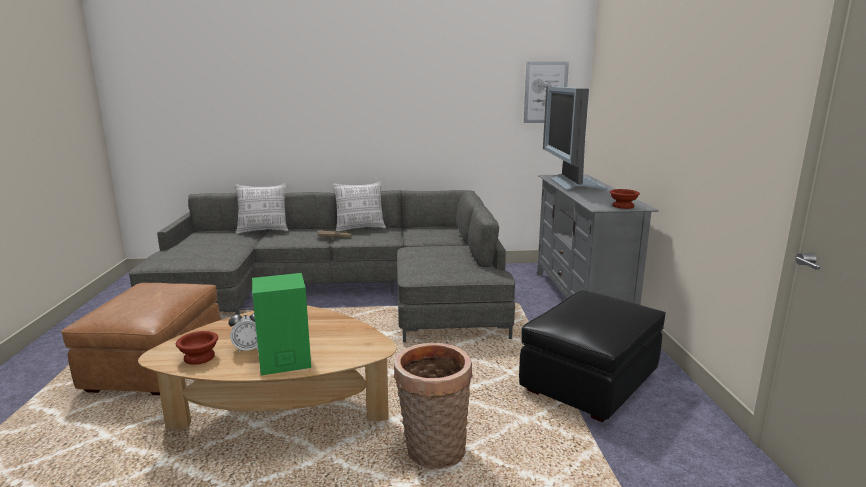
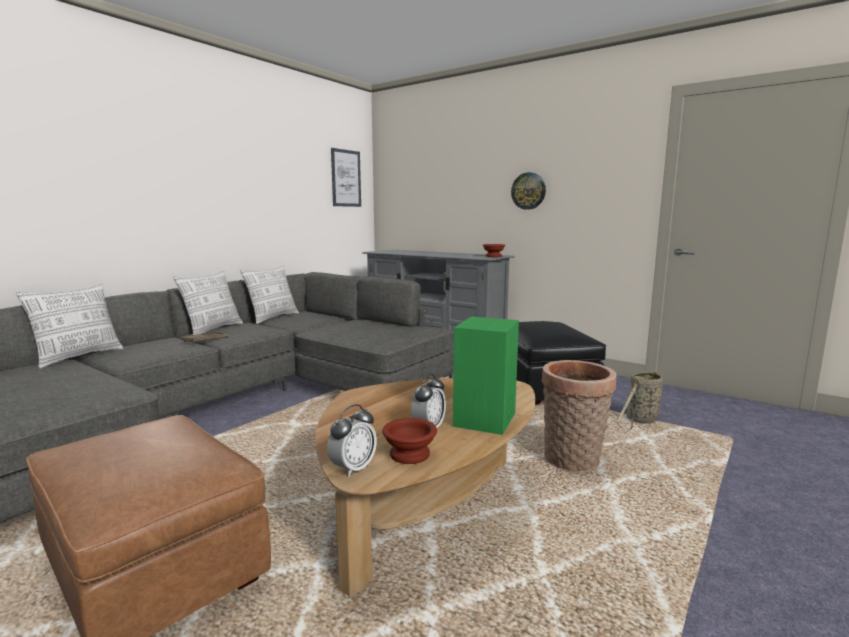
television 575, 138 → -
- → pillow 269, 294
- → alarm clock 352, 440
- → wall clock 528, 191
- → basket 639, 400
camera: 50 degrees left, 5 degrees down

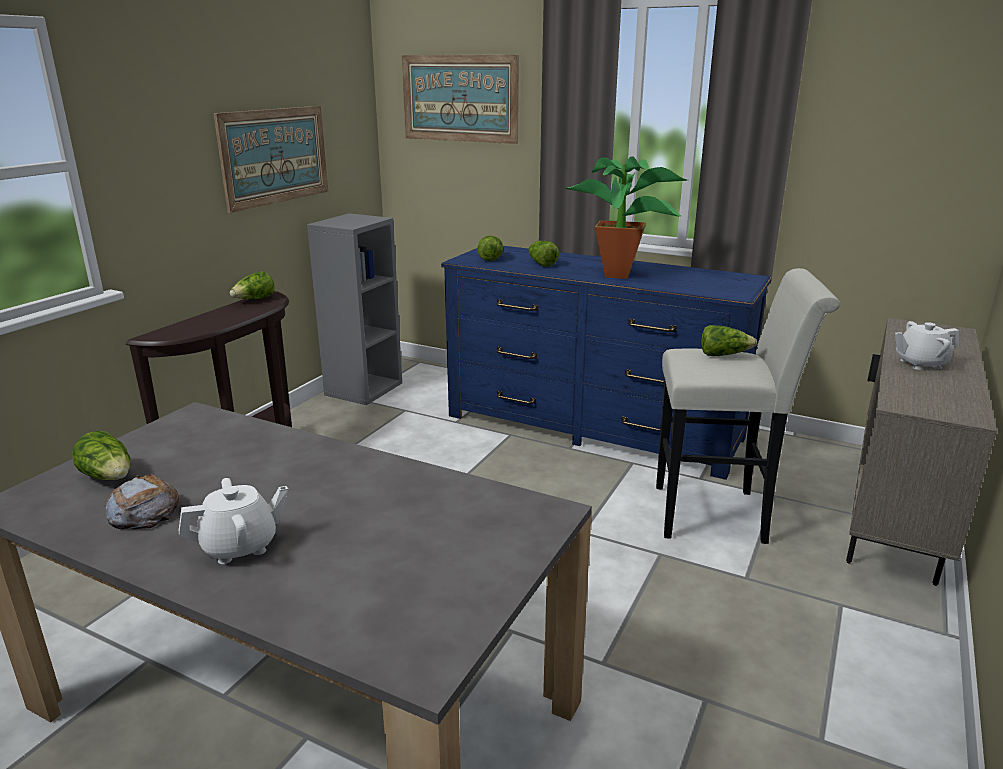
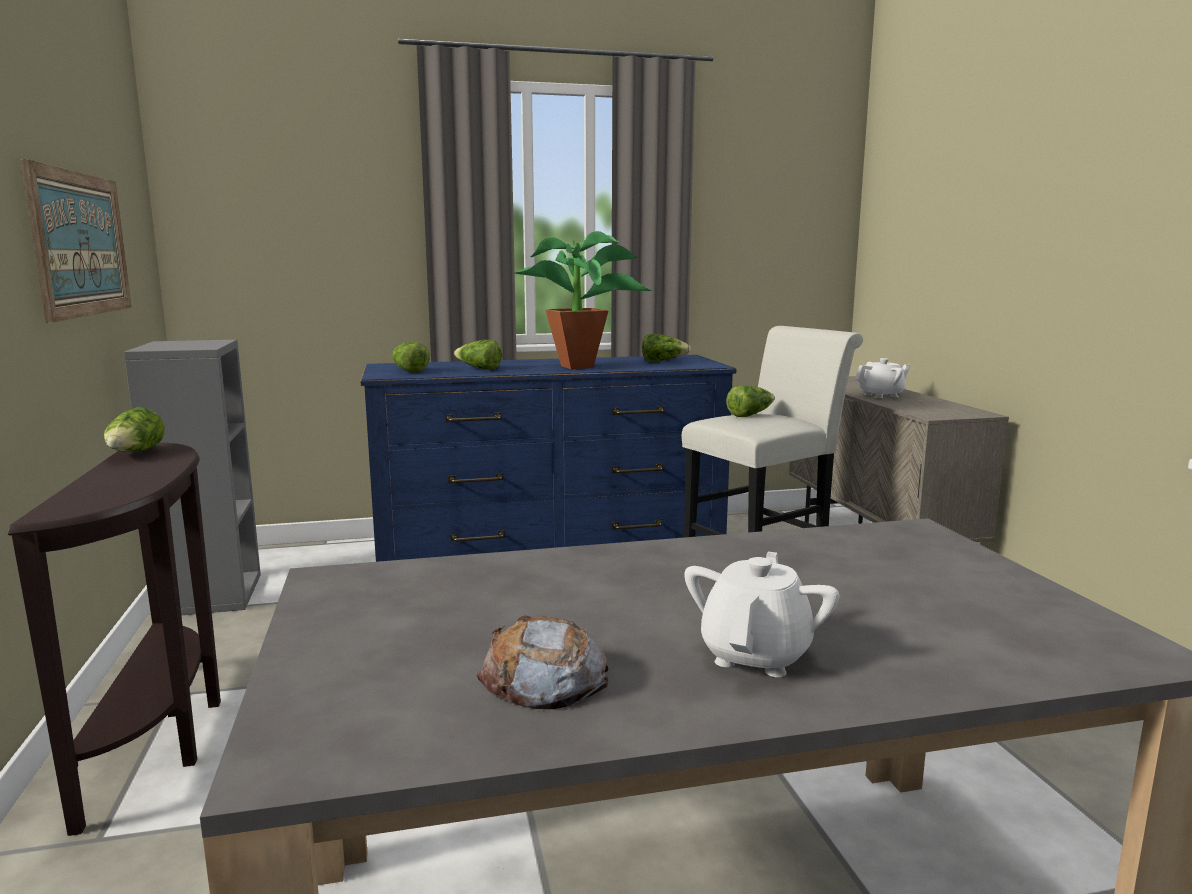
picture 460, 99 → -
lettuce 101, 455 → lettuce 666, 348, move
teapot (white) 927, 345 → teapot (white) 882, 378, 150 degrees counterclockwise
camera: 40 degrees left, 10 degrees down

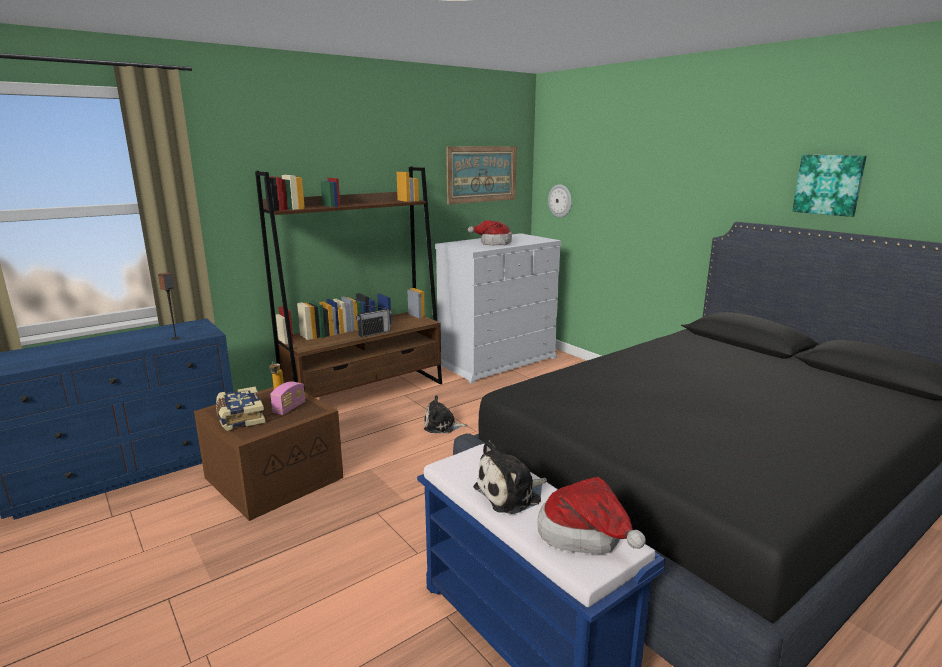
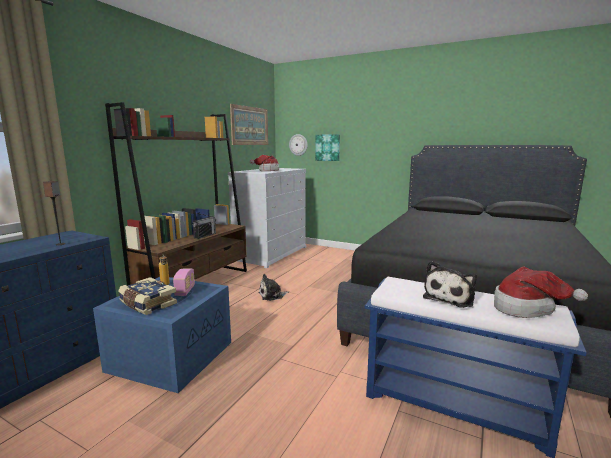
picture 829, 186 → picture 327, 147, move
storage box (brown) 268, 454 → storage box (blue) 162, 335
camera: 25 degrees left, 5 degrees down

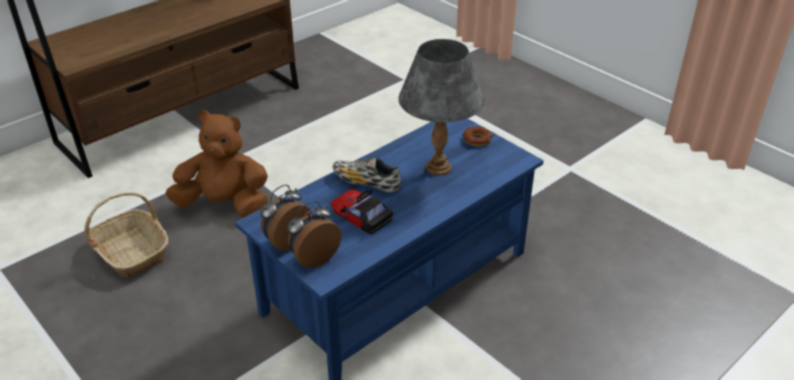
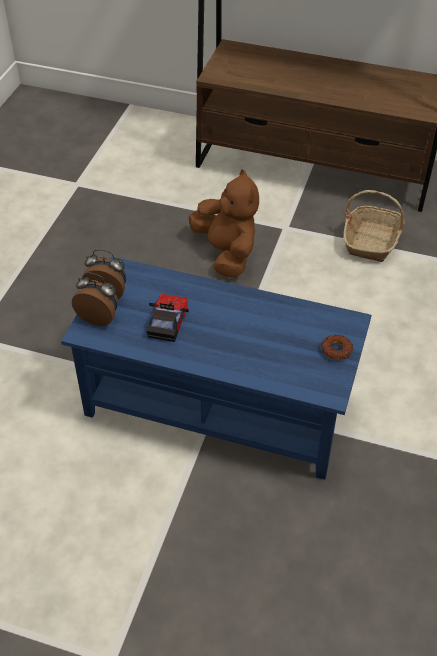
shoe 367, 175 → -
table lamp (grey) 441, 107 → -
basket 127, 235 → basket 374, 226, move
camera: 60 degrees right, 10 degrees up

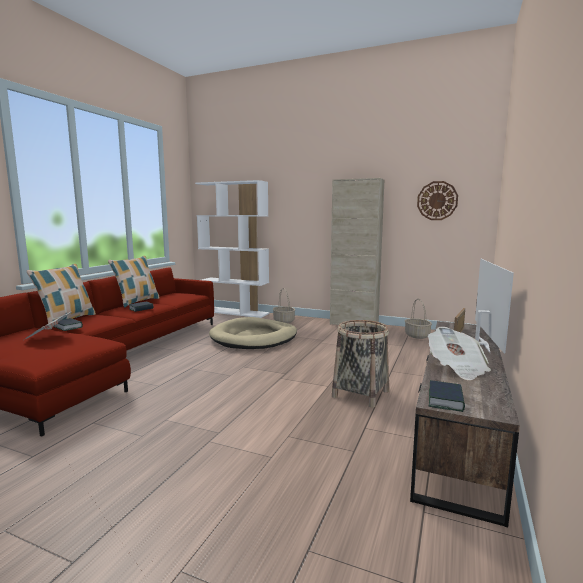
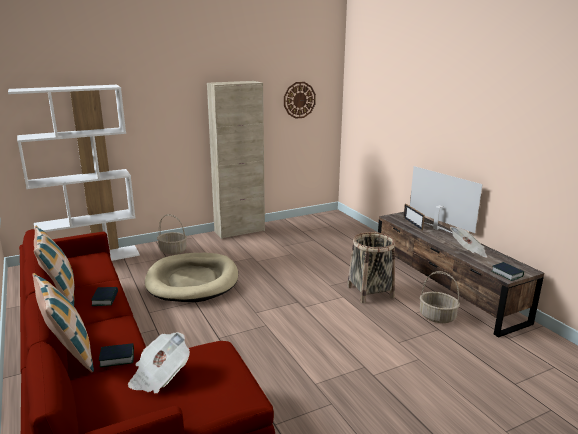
basket 418, 318 → basket 440, 297, move
camera: 50 degrees left, 10 degrees up

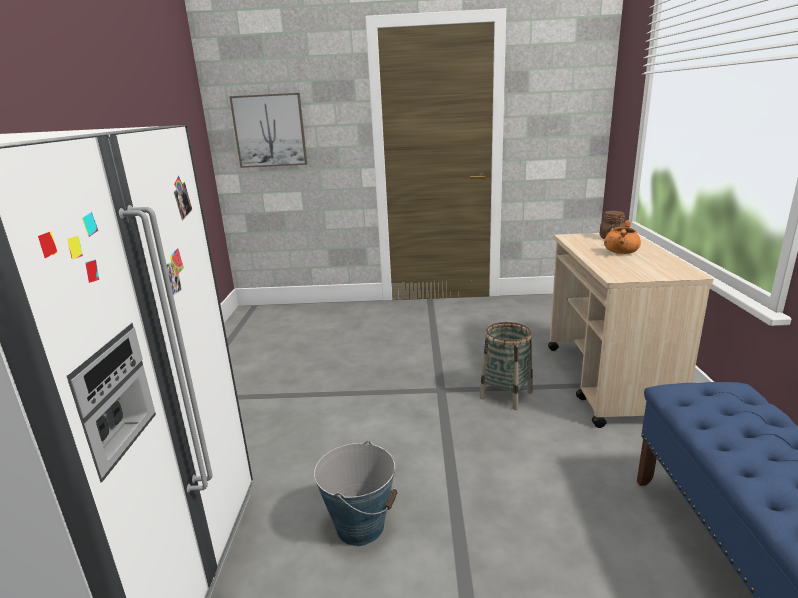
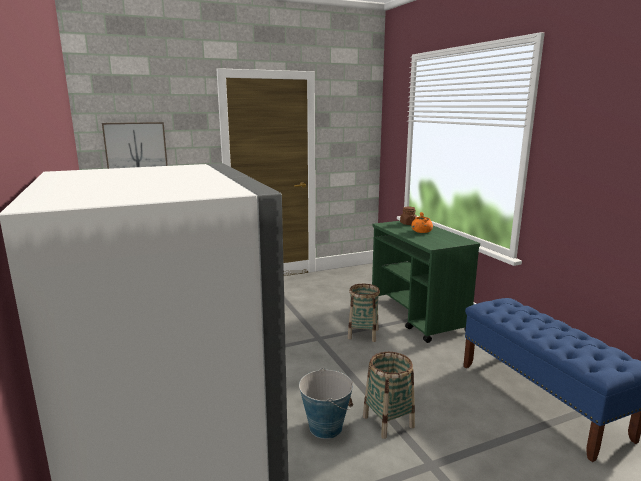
- → basket 389, 395
cart (beige) 631, 330 → cart (green) 426, 282
camera: 25 degrees left, 5 degrees down

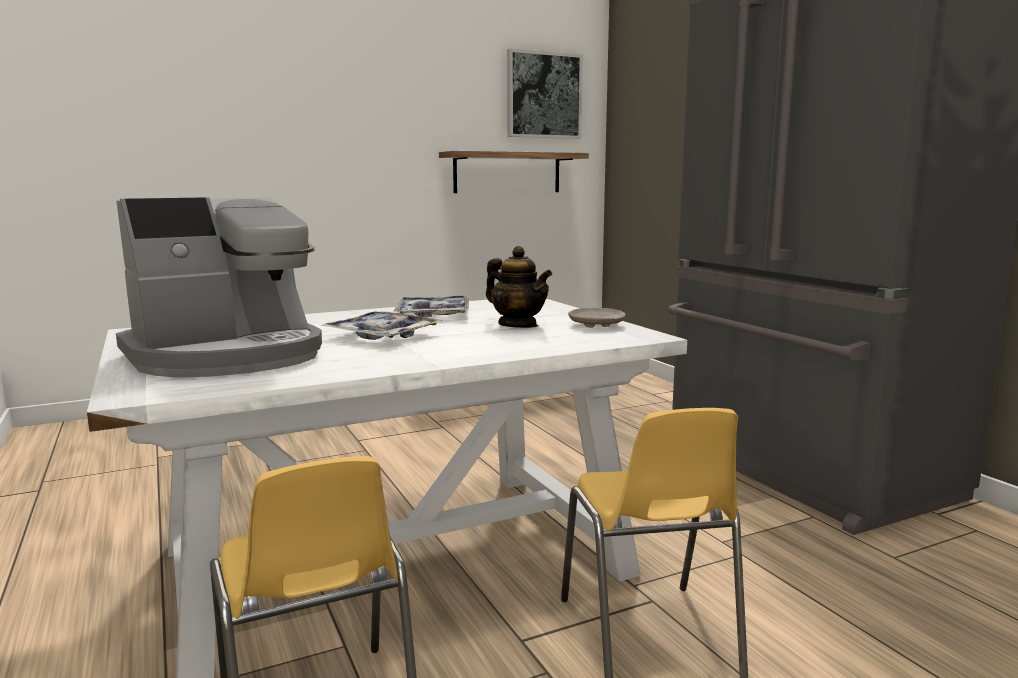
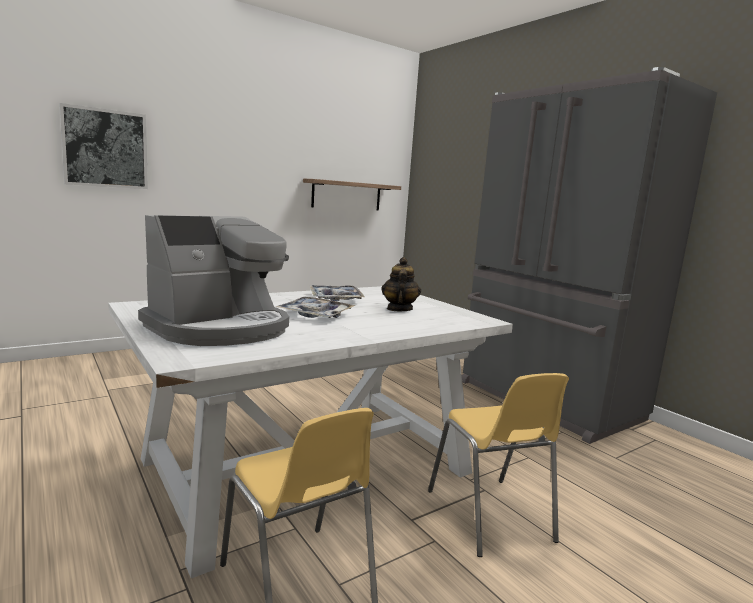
plate (beige) 596, 318 → -
picture 545, 94 → picture 103, 146, move
teapot 519, 287 → teapot 401, 284, 120 degrees counterclockwise
camera: 10 degrees left, 0 degrees up

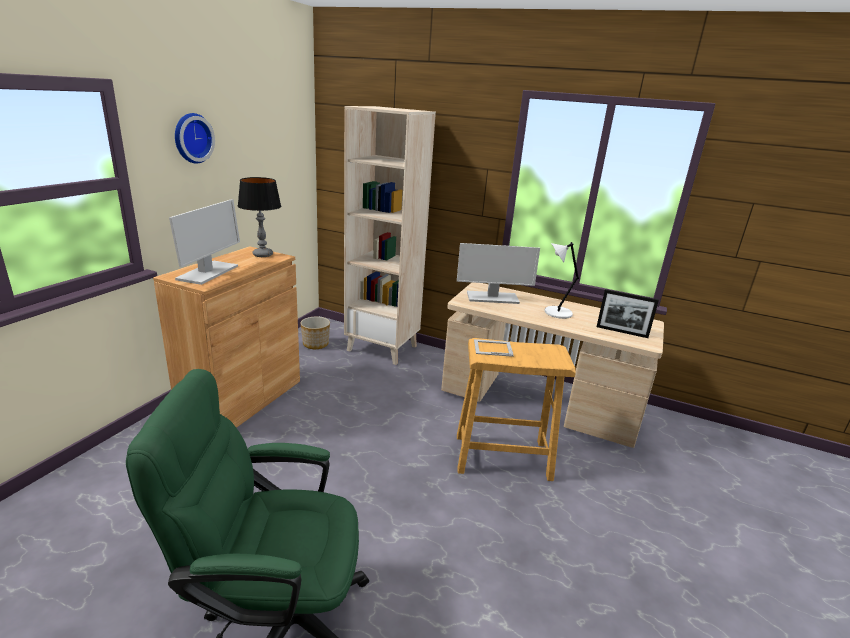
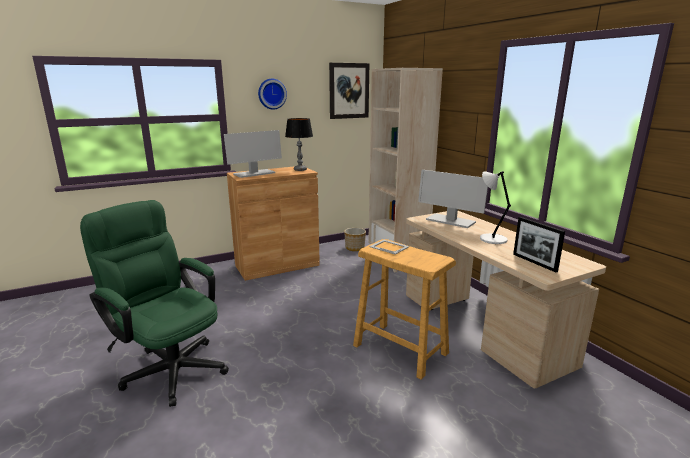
- → picture 349, 91
camera: 40 degrees right, 5 degrees down

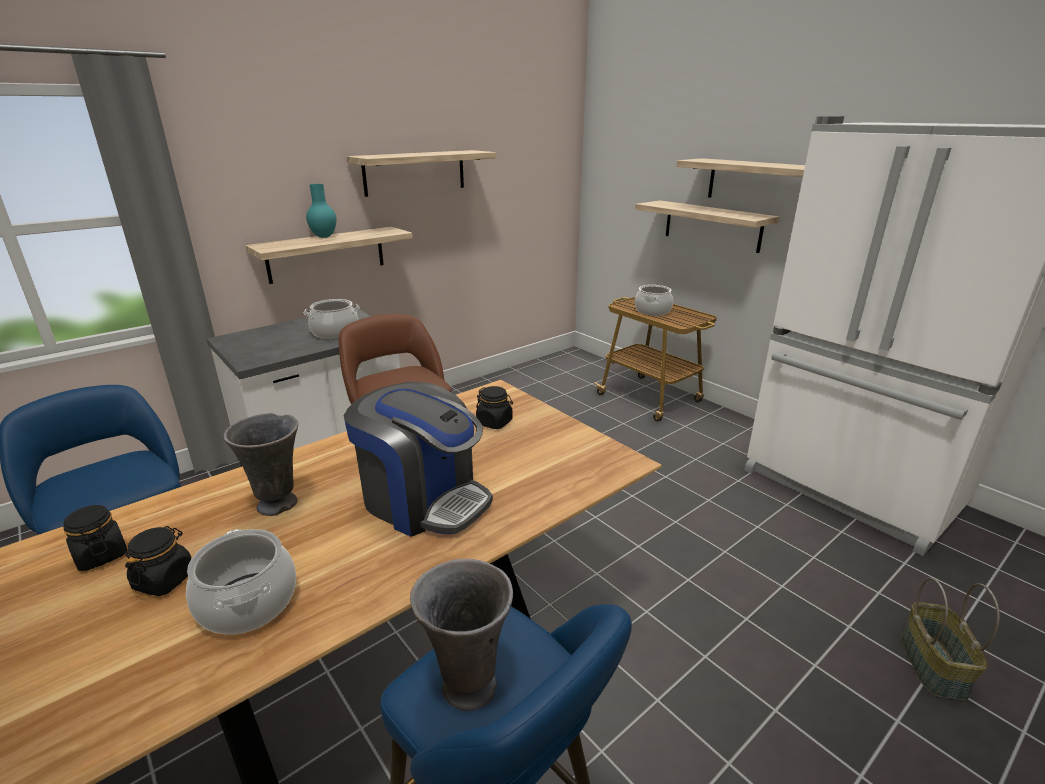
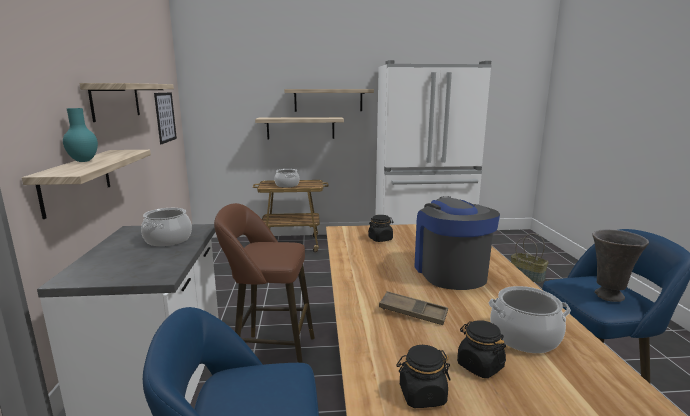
- → picture 165, 118
vase (grey) 261, 464 → tray (brown) 413, 308
coffee machine 418, 459 → coffee machine 457, 243, 75 degrees counterclockwise
camera: 55 degrees left, 10 degrees down

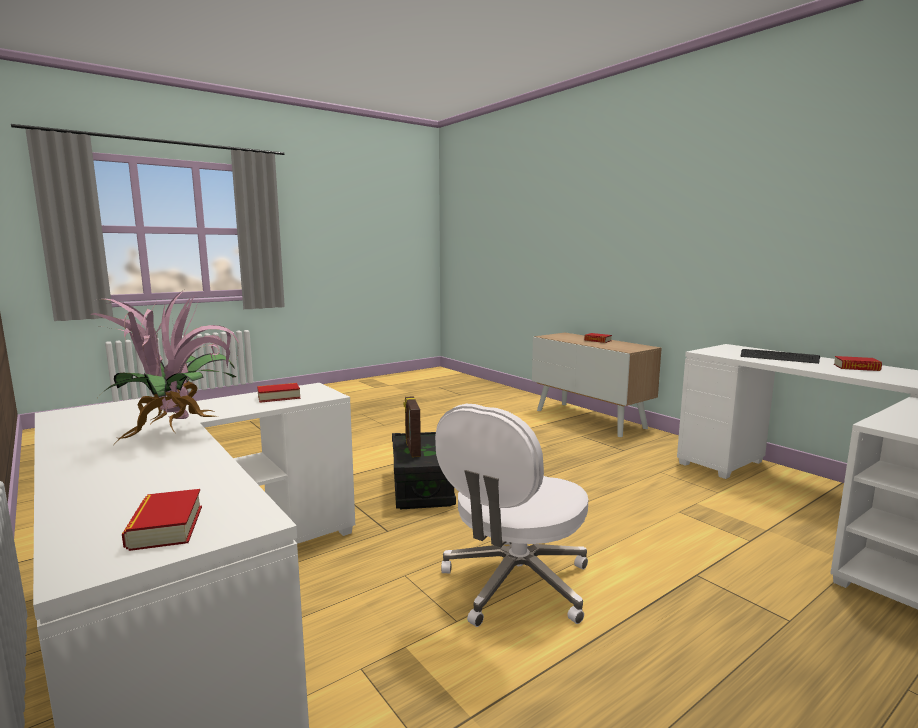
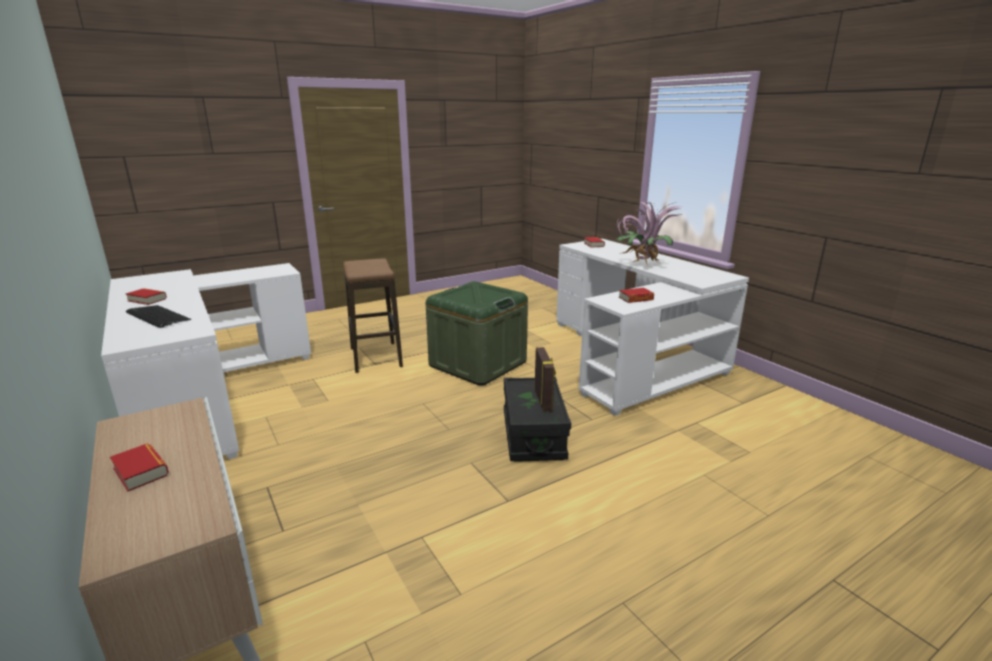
- → stool 373, 316
office chair (white) 511, 515 → storage box (green) 477, 333
camera: 175 degrees left, 10 degrees up

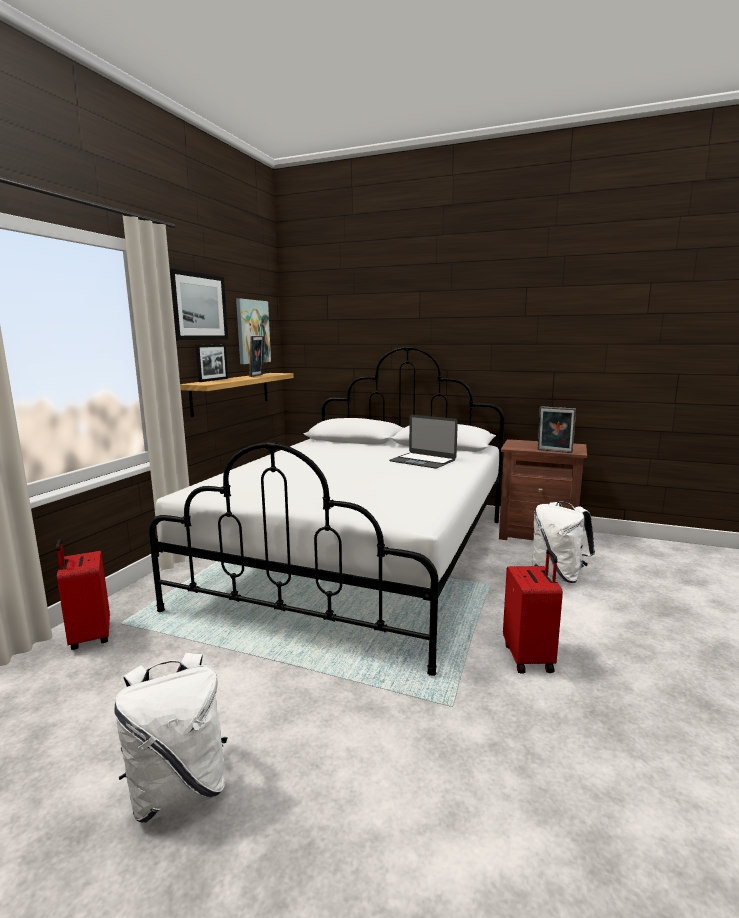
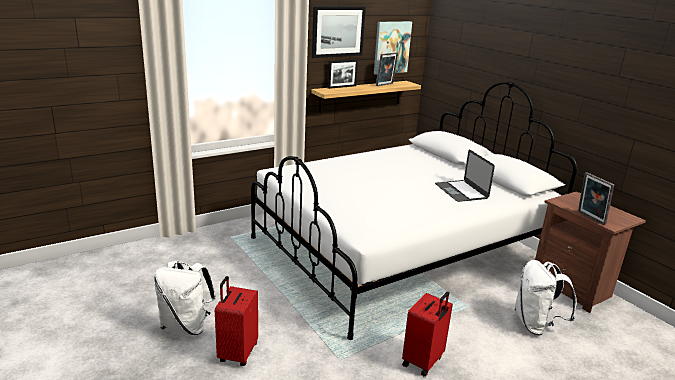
suitcase (red) 83, 594 → suitcase (red) 236, 321, move
camera: 35 degrees right, 10 degrees up

